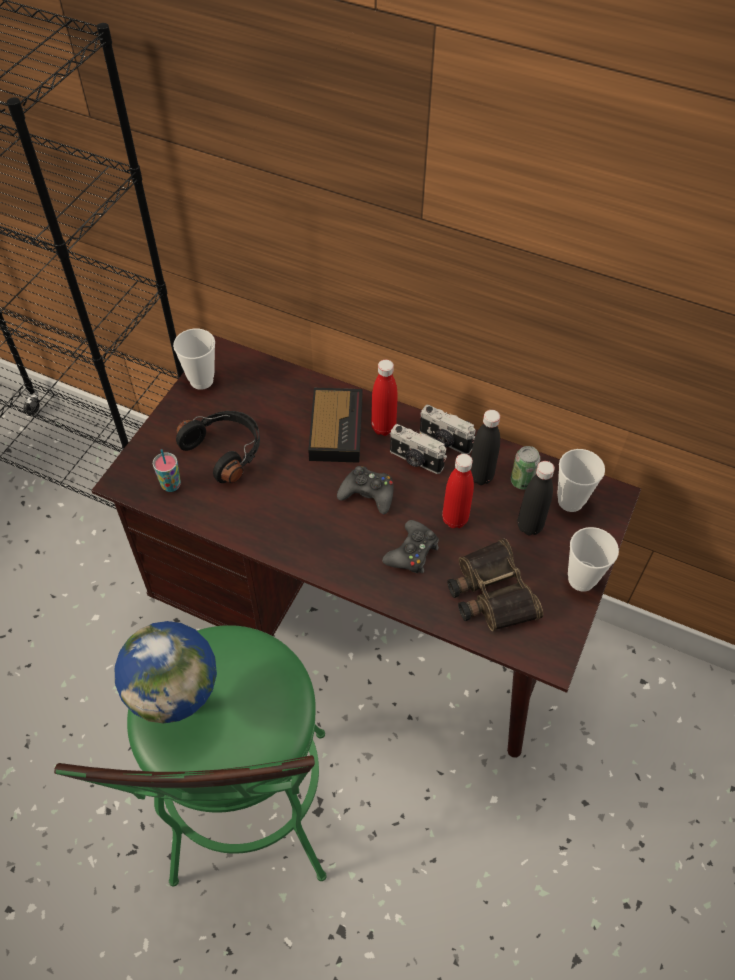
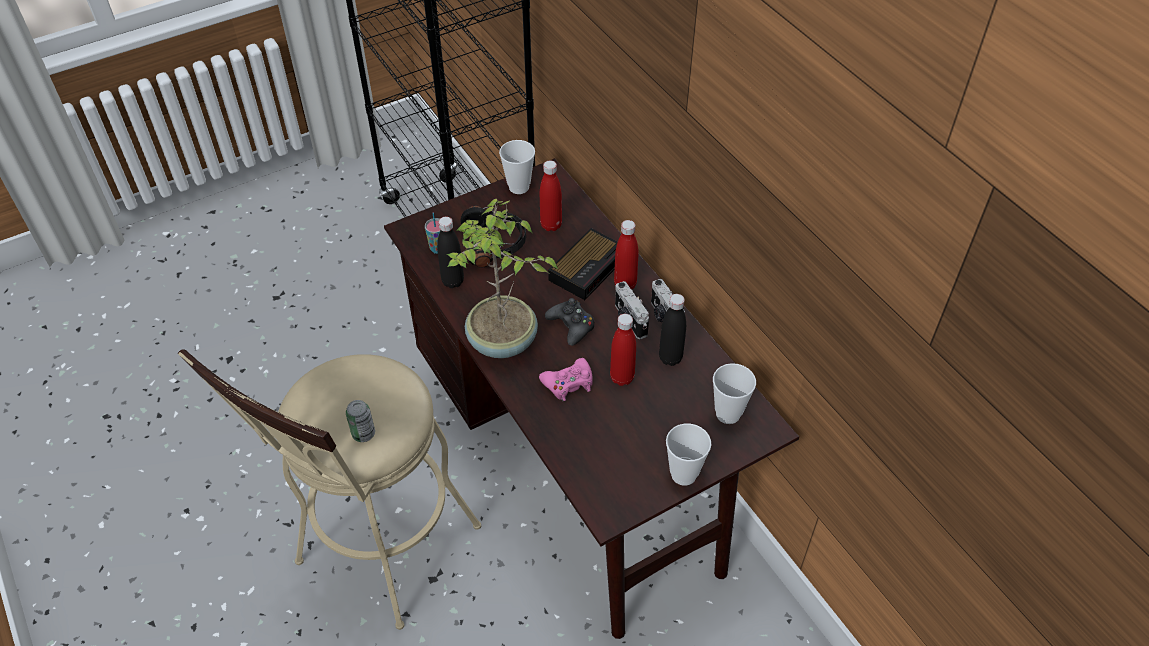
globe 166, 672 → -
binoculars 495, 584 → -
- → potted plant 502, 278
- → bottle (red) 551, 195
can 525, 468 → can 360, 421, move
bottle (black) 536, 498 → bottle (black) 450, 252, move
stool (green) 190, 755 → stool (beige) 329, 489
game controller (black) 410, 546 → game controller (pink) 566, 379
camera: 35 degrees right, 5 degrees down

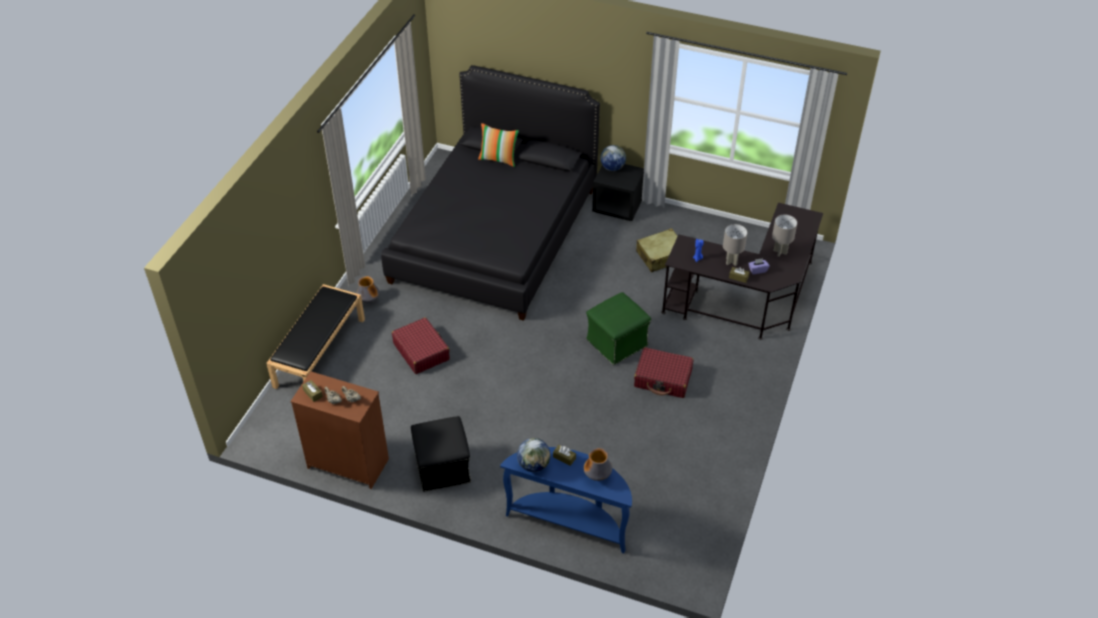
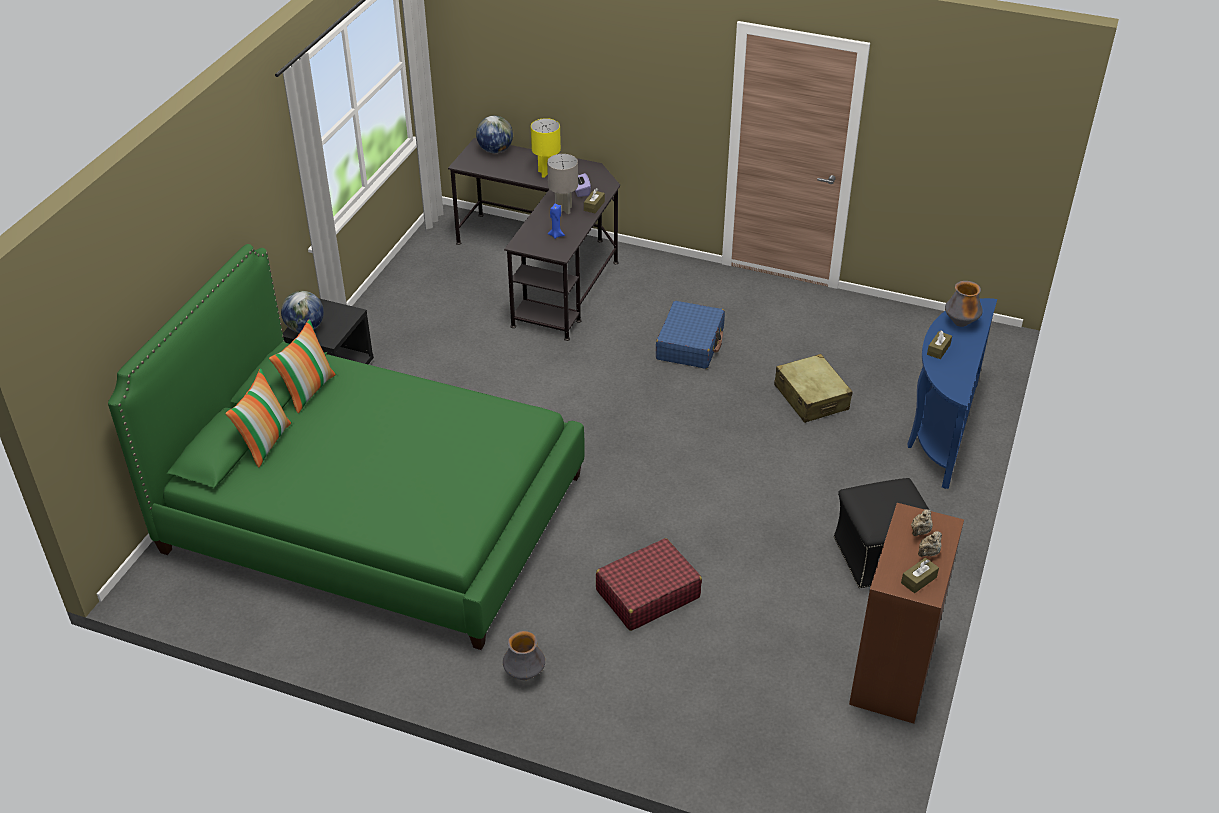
bench (black) 315, 336 → -
ottoman (green) 618, 328 → -
- → pillow 302, 366
globe 534, 455 → globe 494, 134, move
suitcase (beige) 657, 250 → suitcase (beige) 813, 388, move
bed (black) 490, 193 → bed (green) 346, 447
suitcase (red) 664, 372 → suitcase (blue) 690, 335
table lamp (grey) 784, 236 → table lamp (yellow) 546, 148
camera: 90 degrees left, 5 degrees down

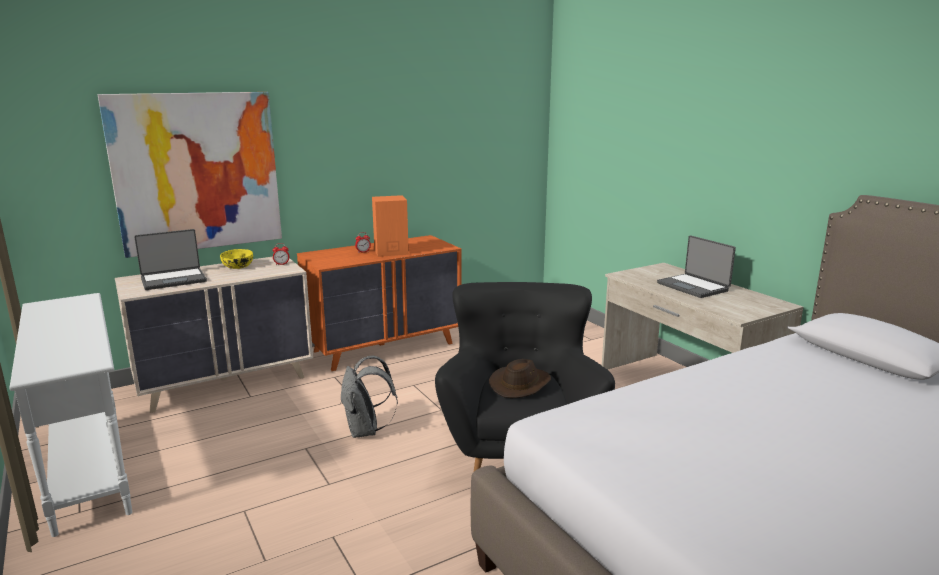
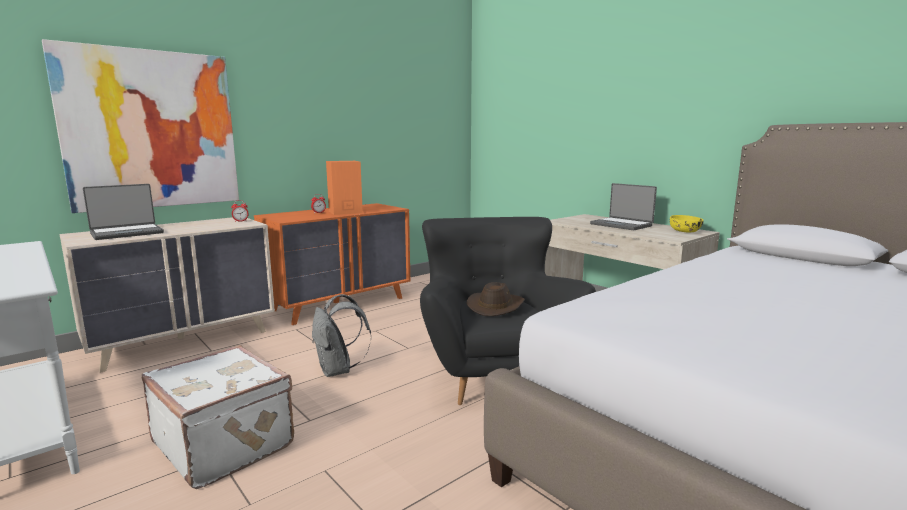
- → suitcase (white) 218, 417
bowl (yellow) 236, 259 → bowl (yellow) 687, 223, move
camera: 10 degrees left, 5 degrees down

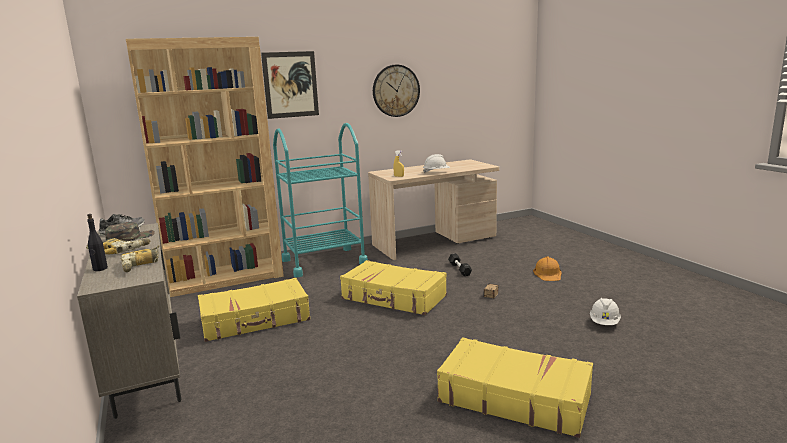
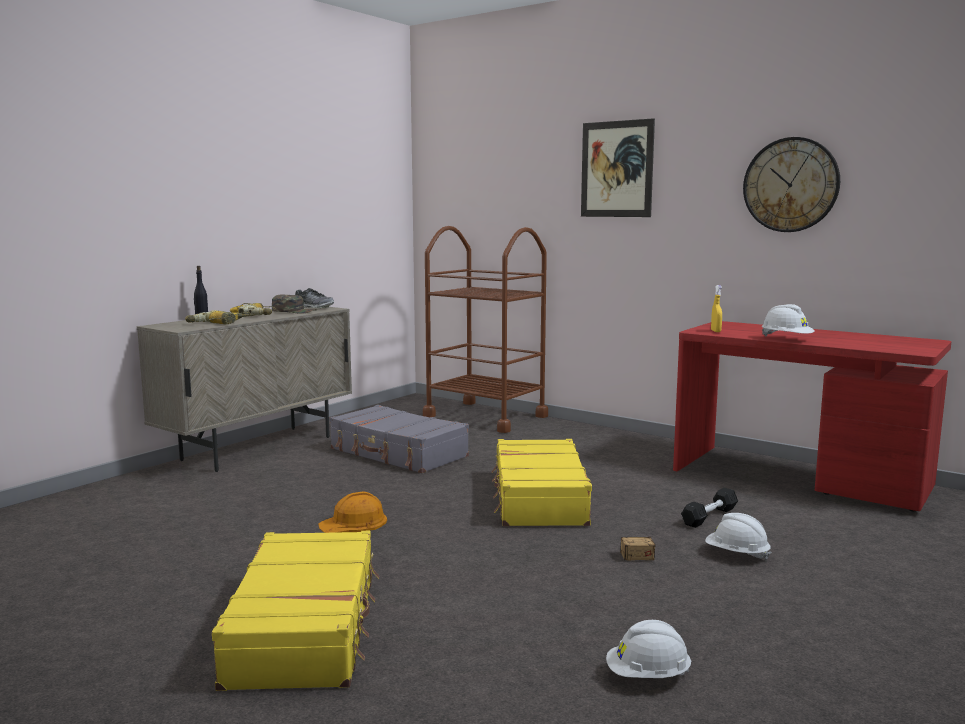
cart (turquoise) 320, 200 → -
- → hard hat (white) 738, 536
hard hat (orange) 547, 268 → hard hat (orange) 352, 512, move
bookcase (brown) 205, 167 → cart (brown) 485, 329
suitcase (yellow) 254, 310 → suitcase (grey) 399, 439
desk (beige) 433, 210 → desk (red) 812, 416
camera: 60 degrees right, 5 degrees down

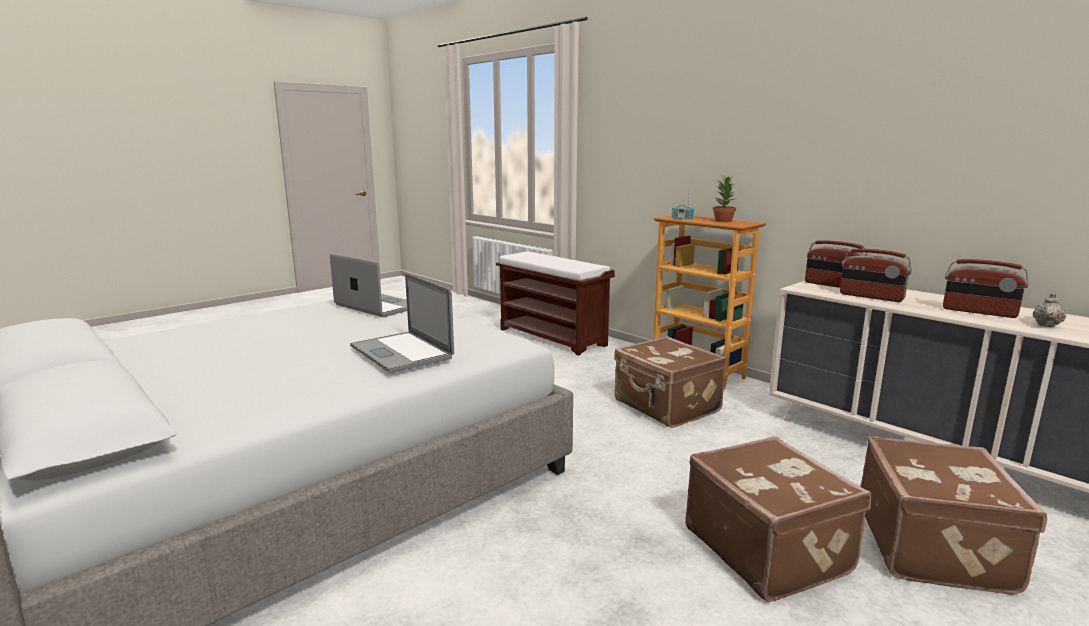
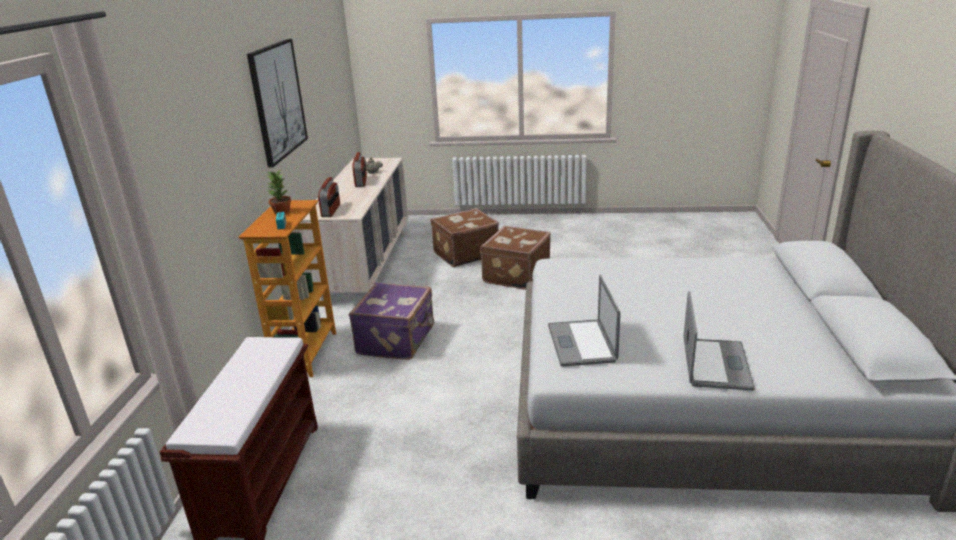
radio 876, 275 → -
- → picture 277, 103
laptop 402, 323 → laptop 719, 341, move
suitcase (brown) 670, 382 → suitcase (purple) 392, 321
camera: 130 degrees left, 10 degrees up

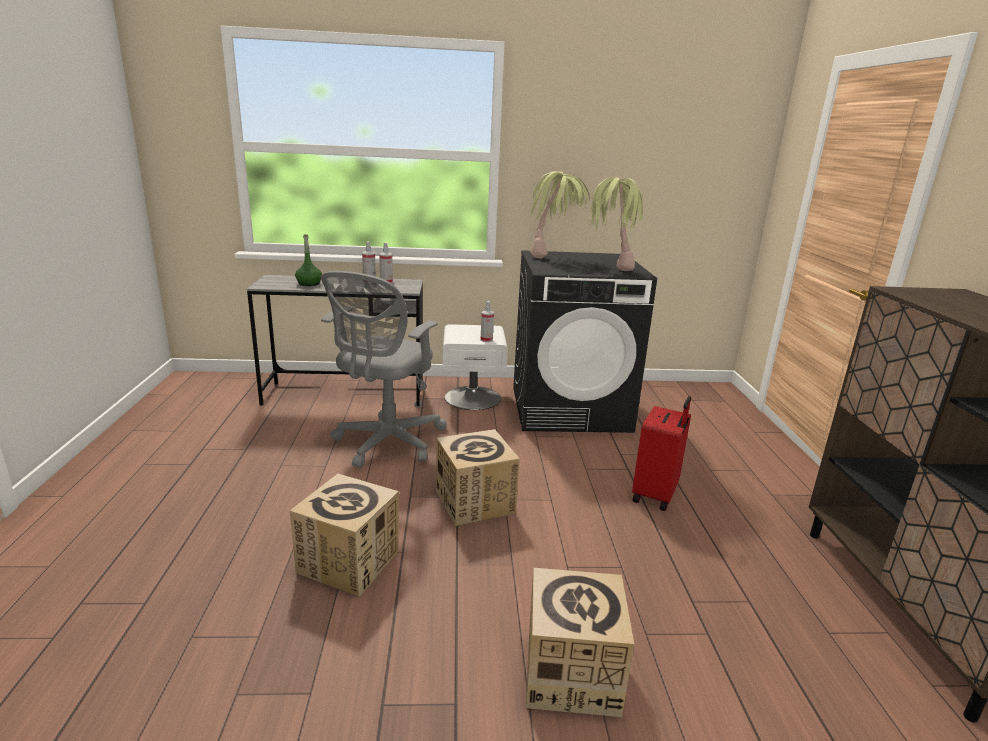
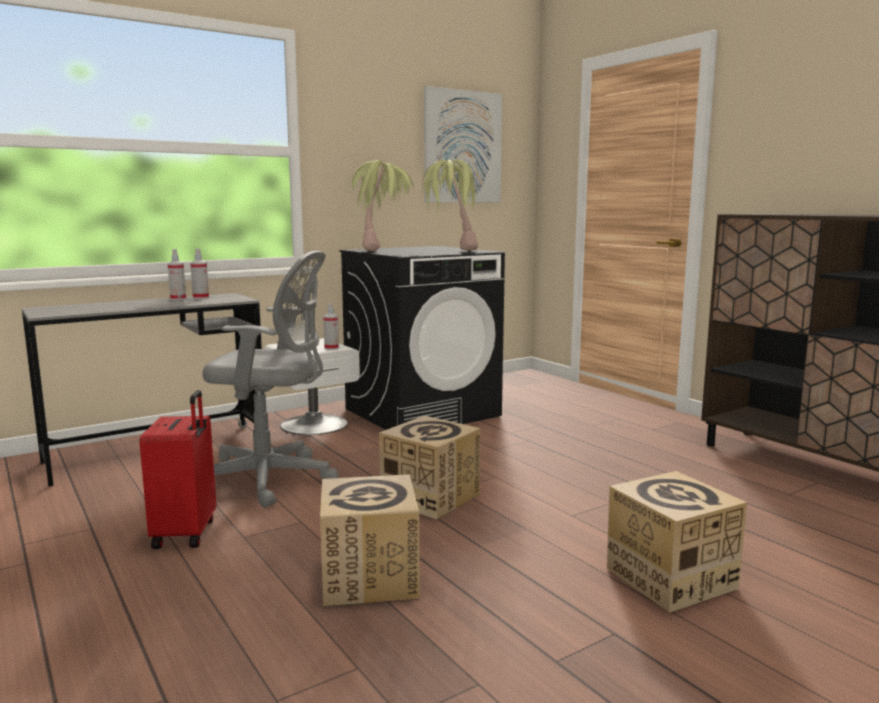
bottle (green) 308, 260 → -
- → picture 463, 144
suitcase (red) 661, 453 → suitcase (red) 177, 469, move
office chair (grey) 384, 369 → office chair (grey) 270, 379, 75 degrees counterclockwise
camera: 30 degrees left, 10 degrees down

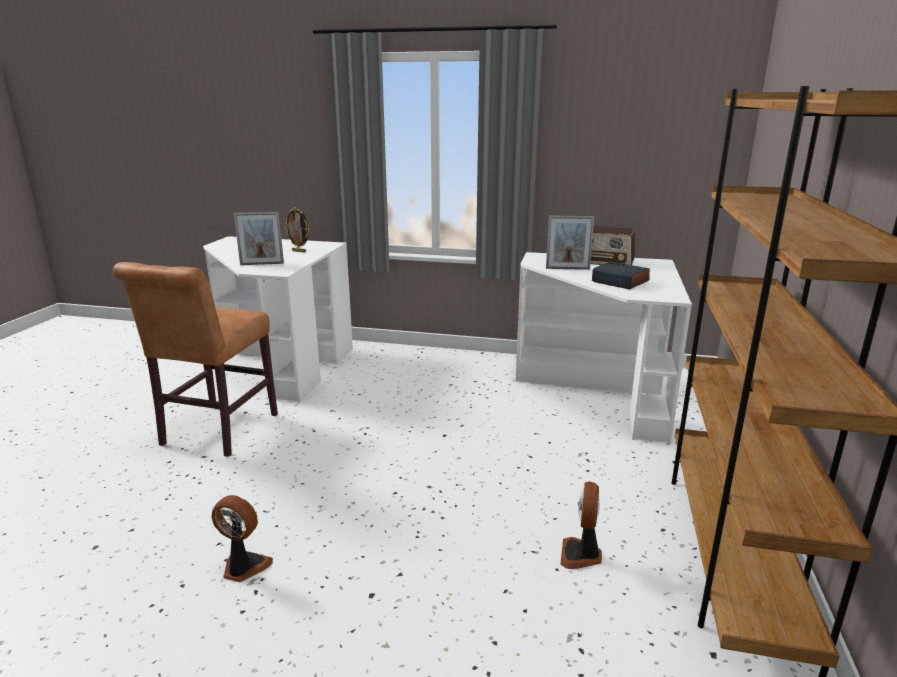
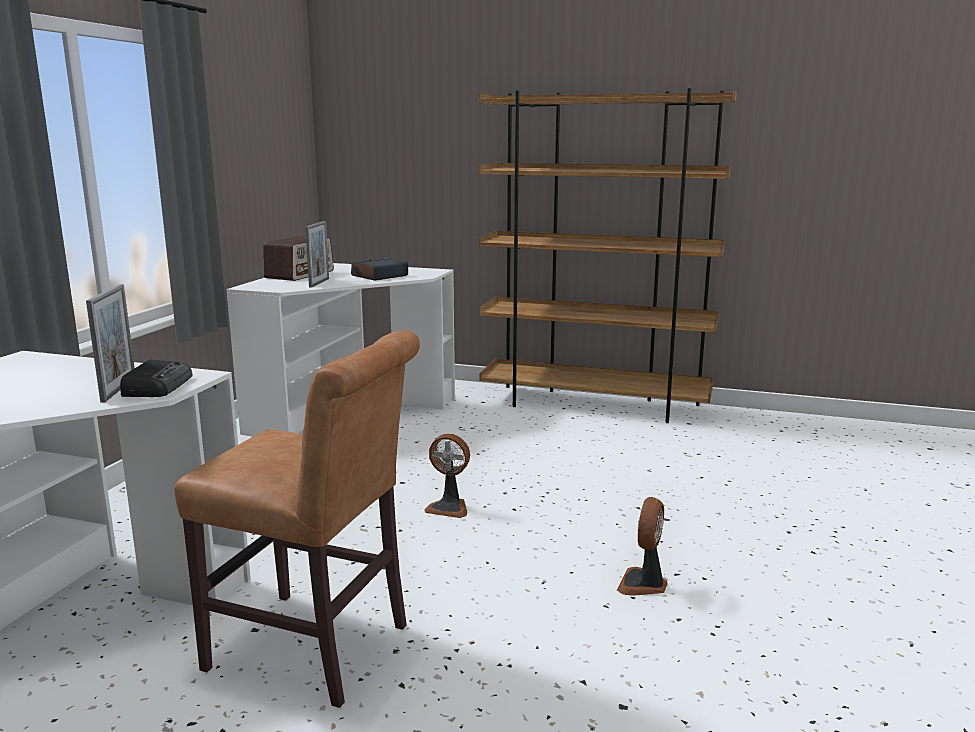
picture frame 296, 230 → -
- → radio 156, 378
fan 581, 525 → fan 447, 476, move
camera: 85 degrees left, 5 degrees down

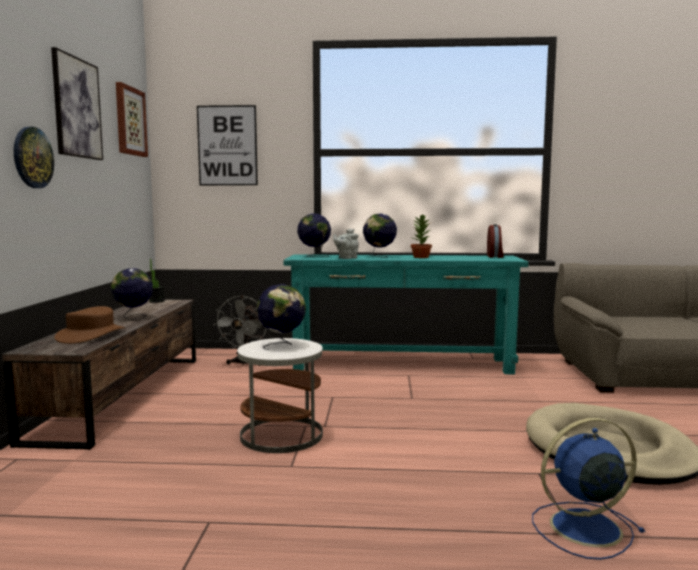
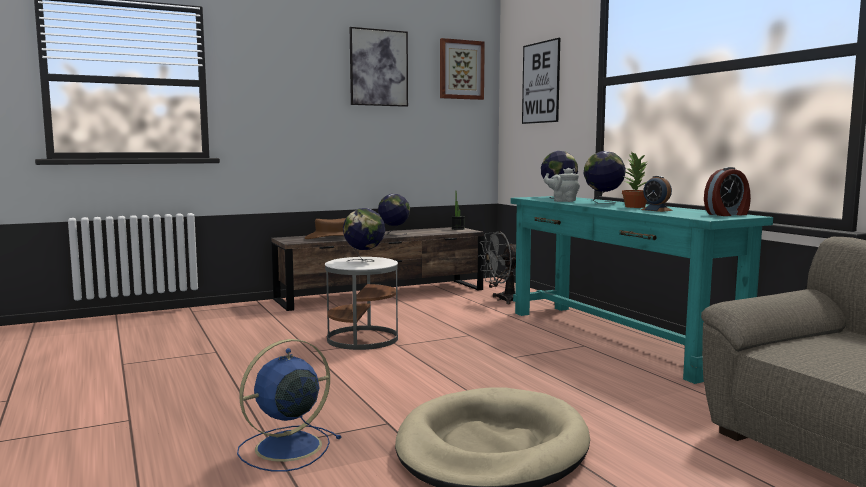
wall clock 34, 157 → -
- → alarm clock 657, 194
fan (blue) 589, 489 → fan (blue) 289, 405, 90 degrees counterclockwise
camera: 60 degrees right, 0 degrees up

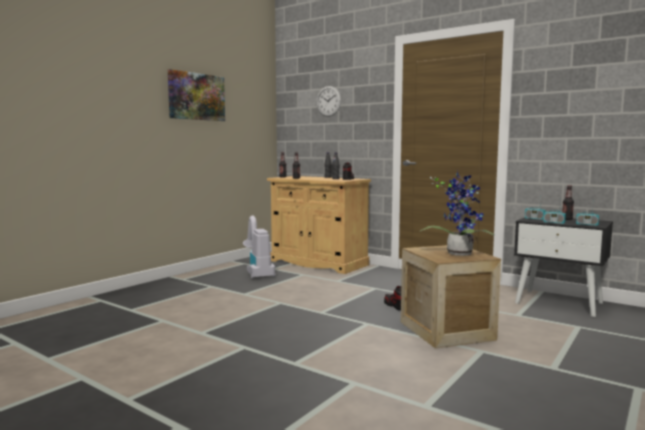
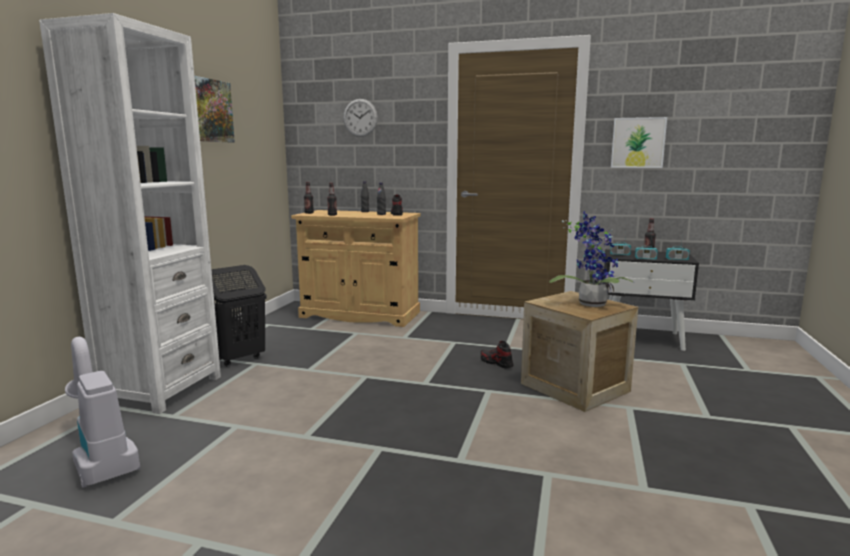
- → bookcase (white) 130, 213
- → laundry basket (black) 239, 316
- → picture 639, 142
vacuum cleaner 259, 247 → vacuum cleaner 102, 412, move
camera: 20 degrees left, 5 degrees up

